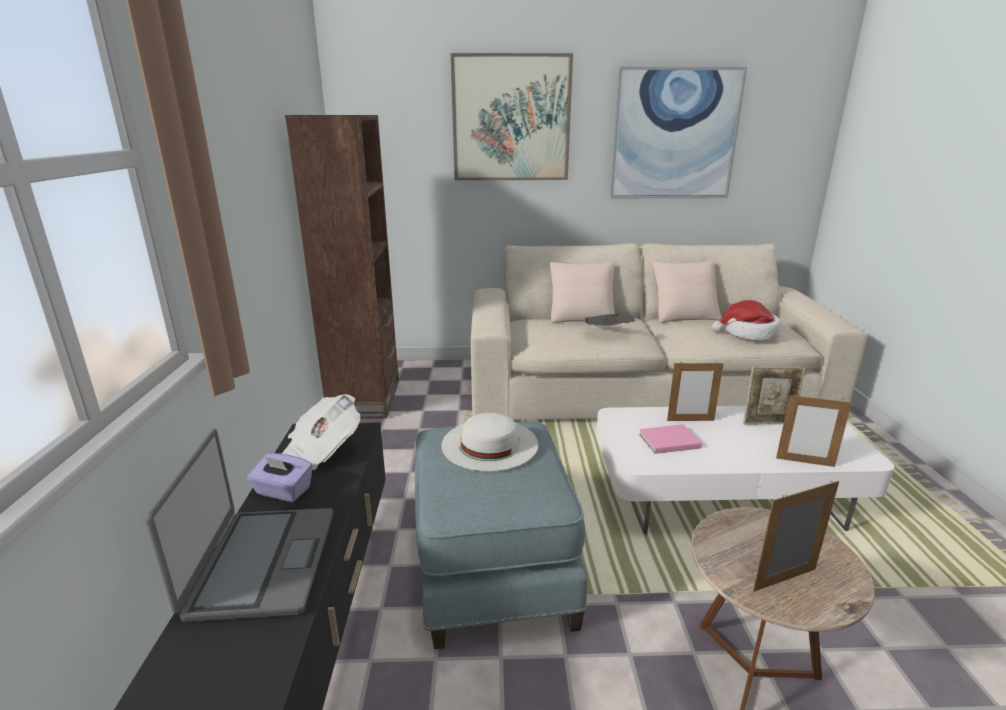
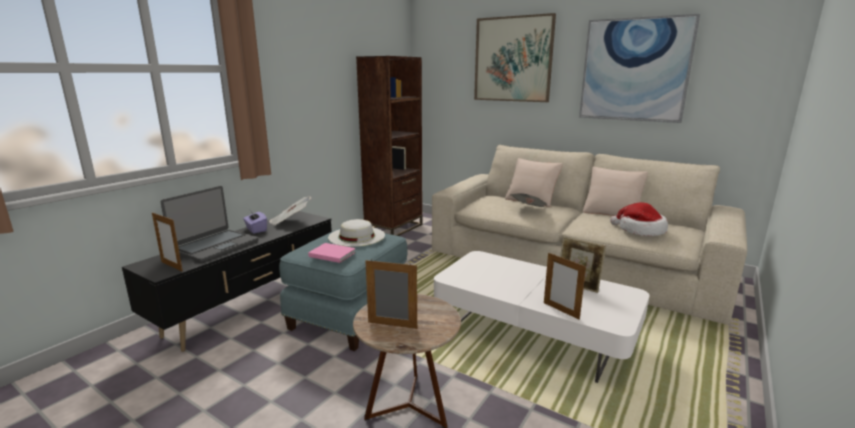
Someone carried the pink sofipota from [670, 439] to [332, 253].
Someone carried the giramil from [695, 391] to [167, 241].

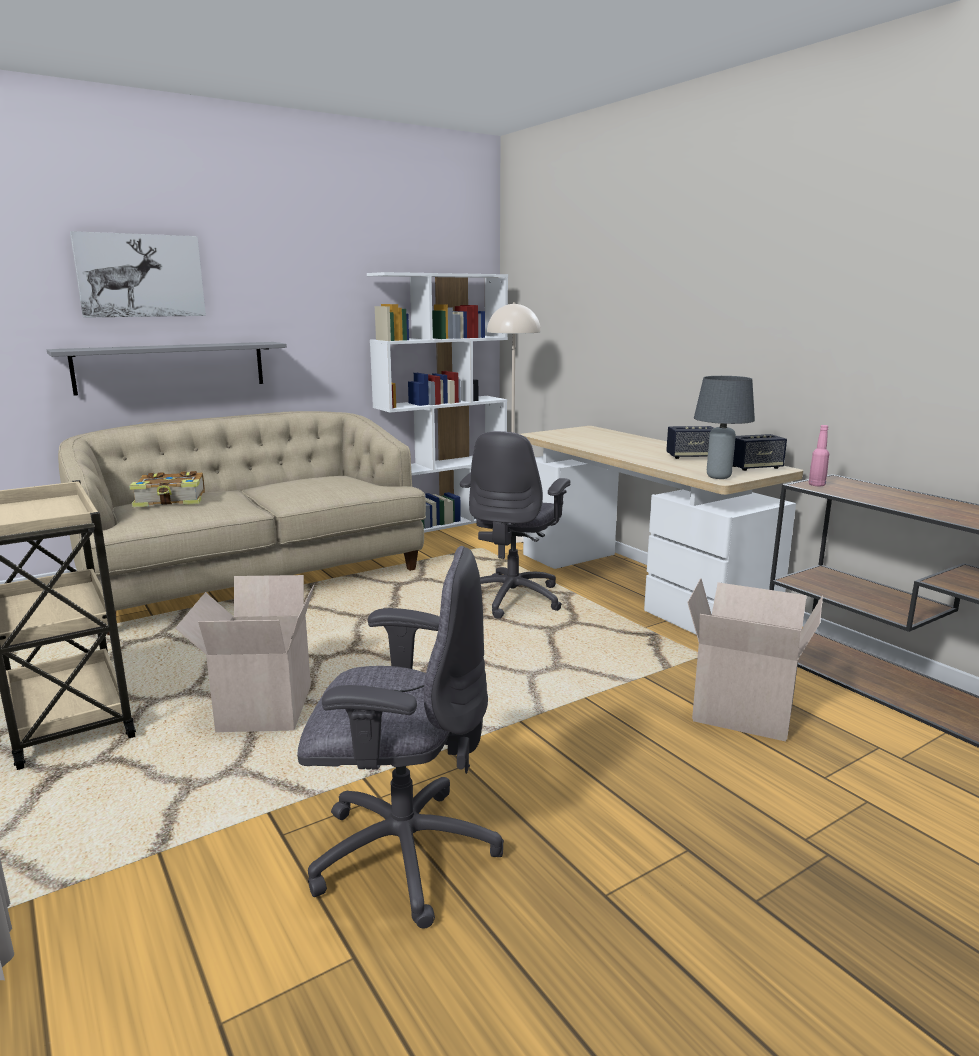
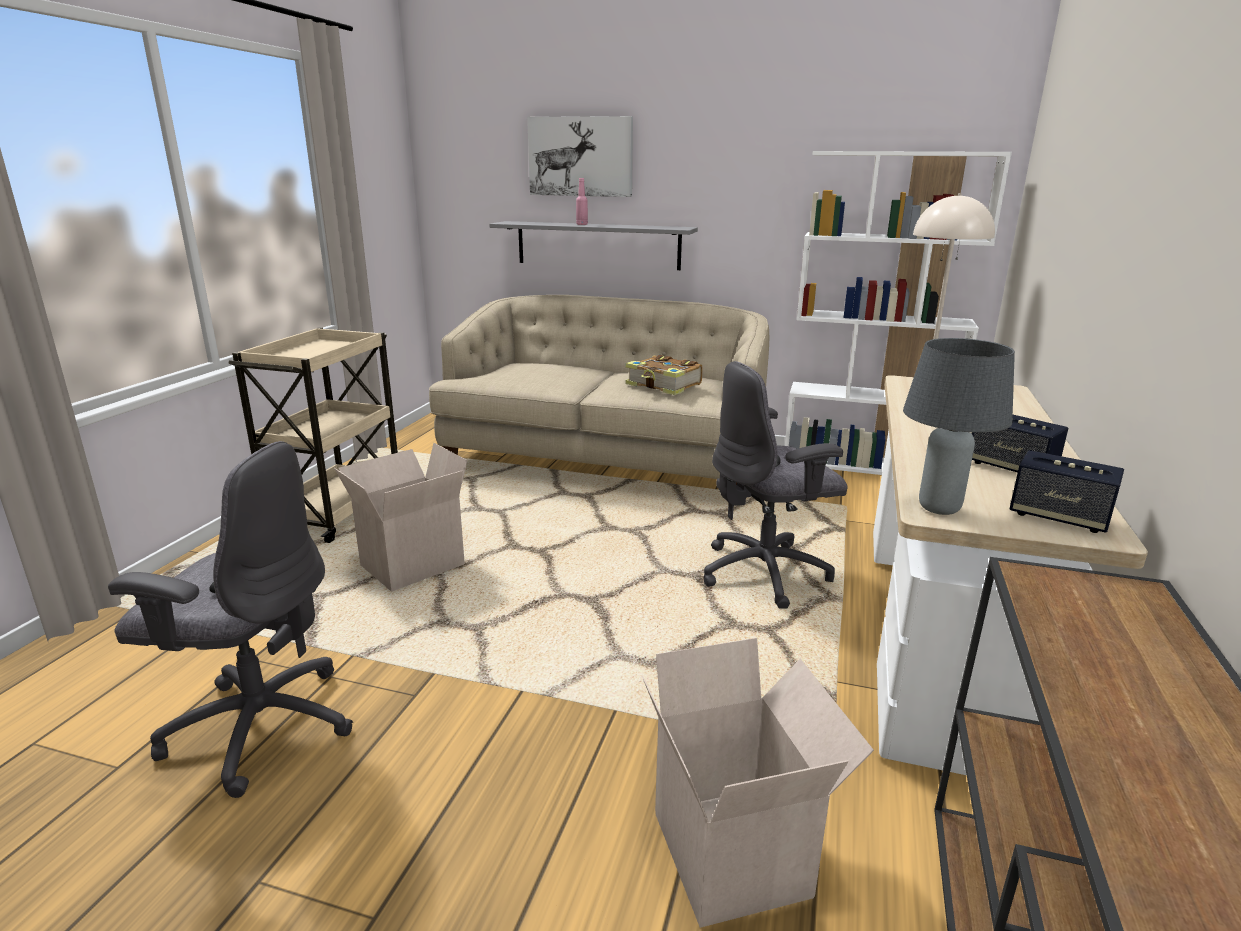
Someone carried the sofipota from [167, 489] to [664, 375].
Someone carried the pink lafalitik from [819, 455] to [582, 201].
Someone rotated the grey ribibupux at [400, 737] by 45 degrees counterclockwise.

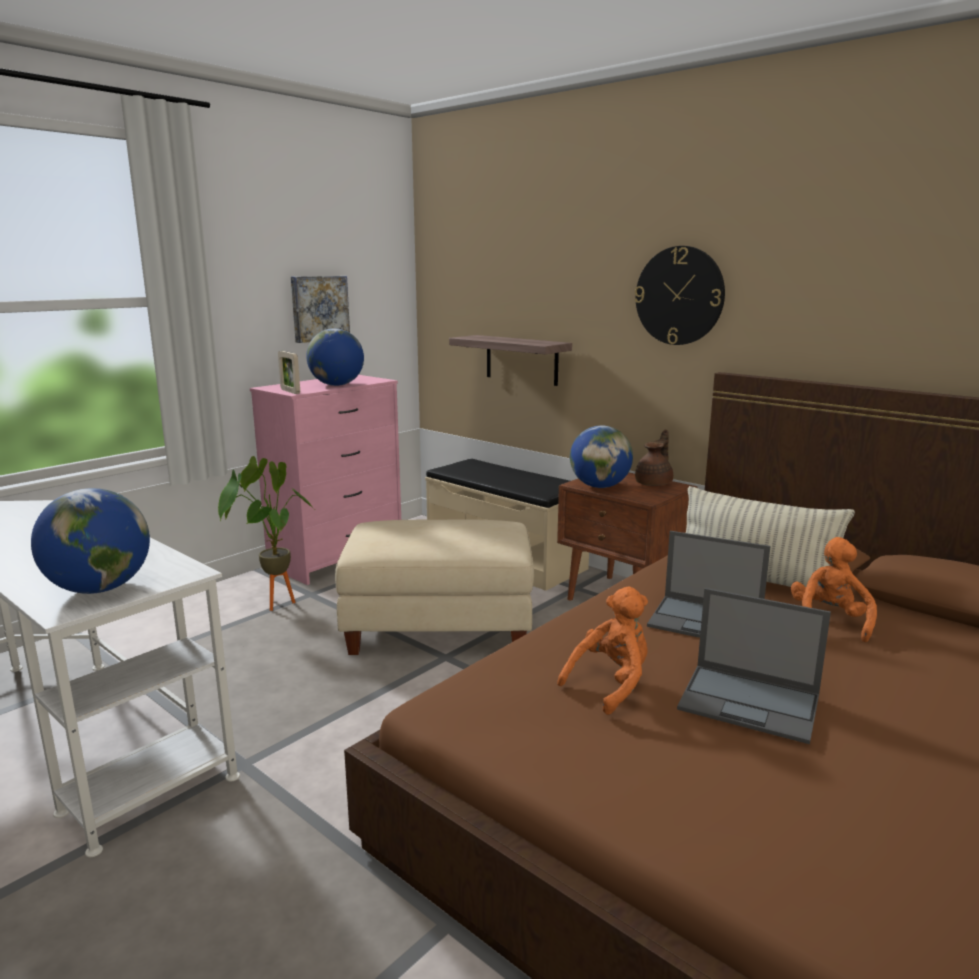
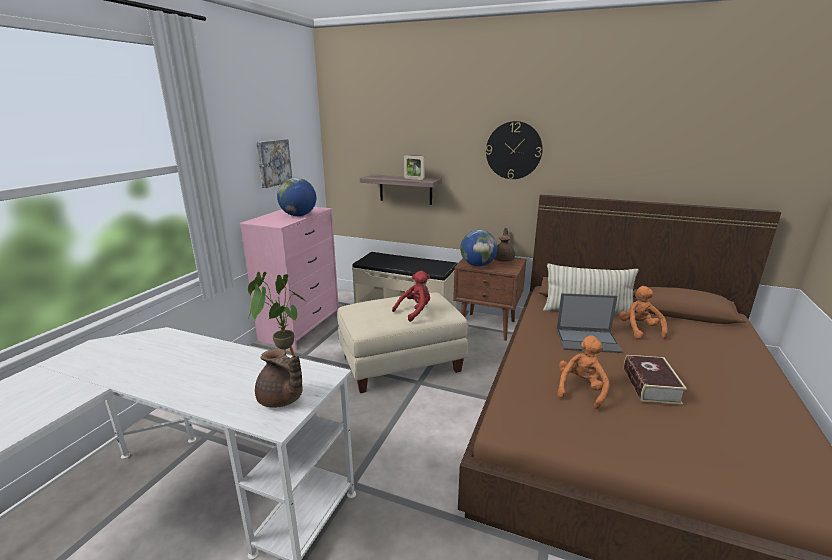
Someone put down the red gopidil at [411, 296].
Someone carried the giramil from [289, 372] to [414, 167].
Someone swapped the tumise at [90, 541] for the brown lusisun at [278, 378].
Someone swapped the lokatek at [754, 666] for the sofipota at [655, 380].

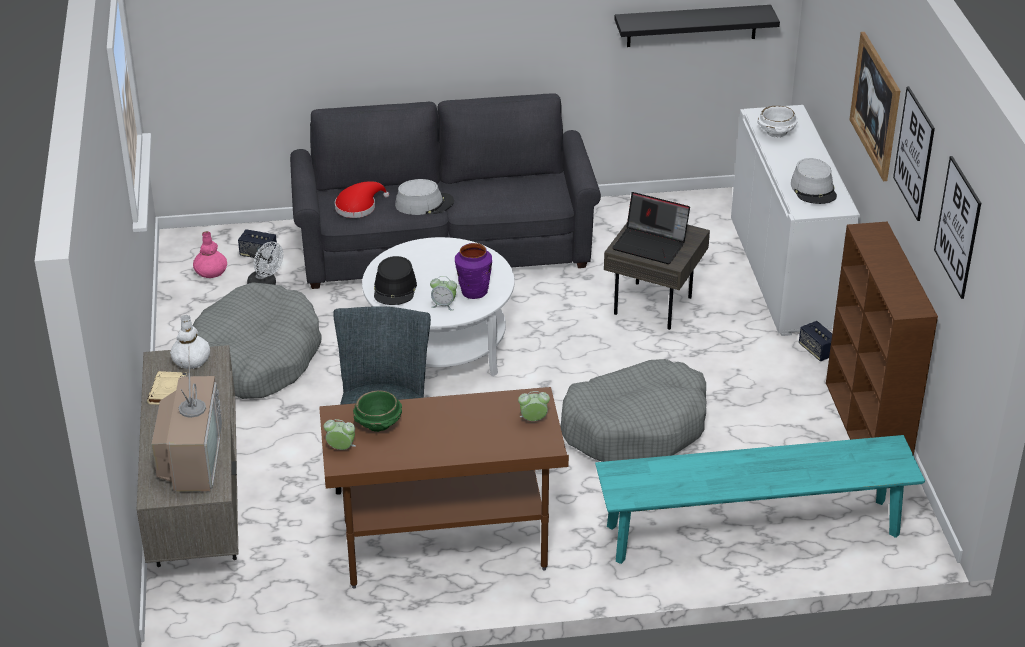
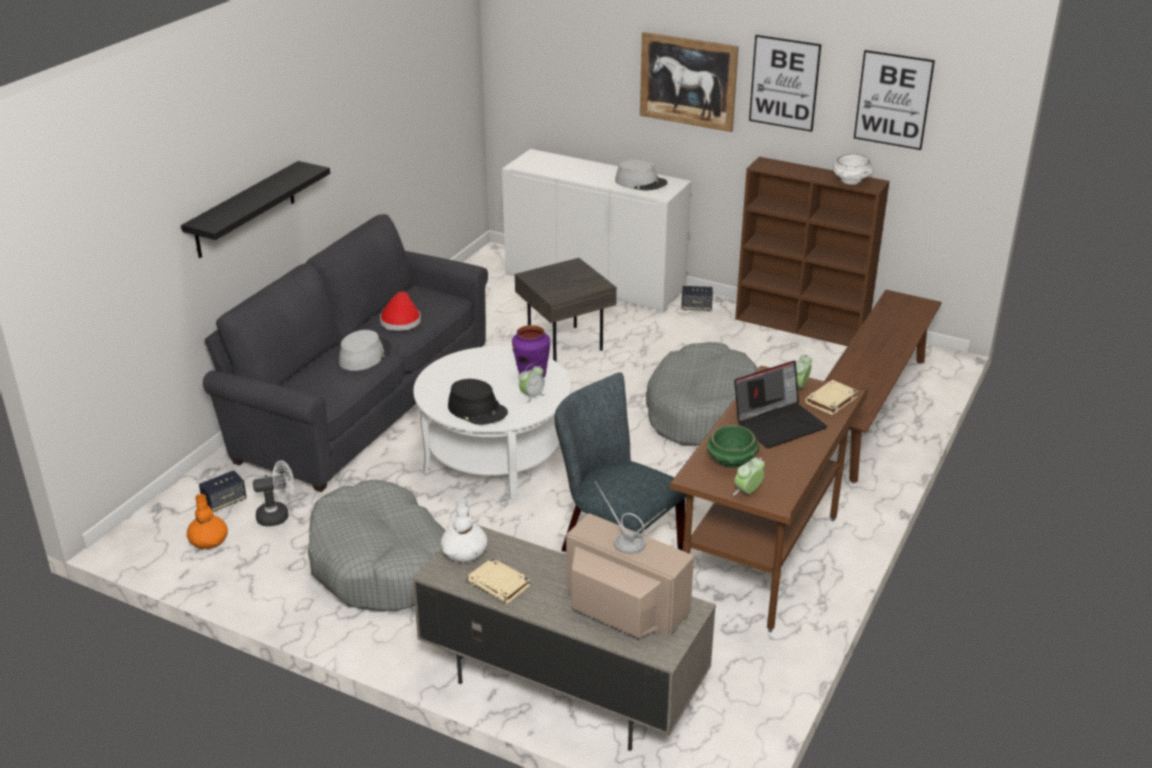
Someone put down the beige sofipota at [831, 397].
Someone carried the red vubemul from [362, 199] to [400, 311].
Someone carried the lokatek from [651, 228] to [780, 404].
Someone carried the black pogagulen from [697, 26] to [255, 209].
Someone carried the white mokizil from [777, 121] to [853, 169].
Someone repainted the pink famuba at [210, 255], which became the orange famuba at [207, 521].
Someone repainted the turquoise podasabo at [760, 499], which became the brown podasabo at [883, 386].

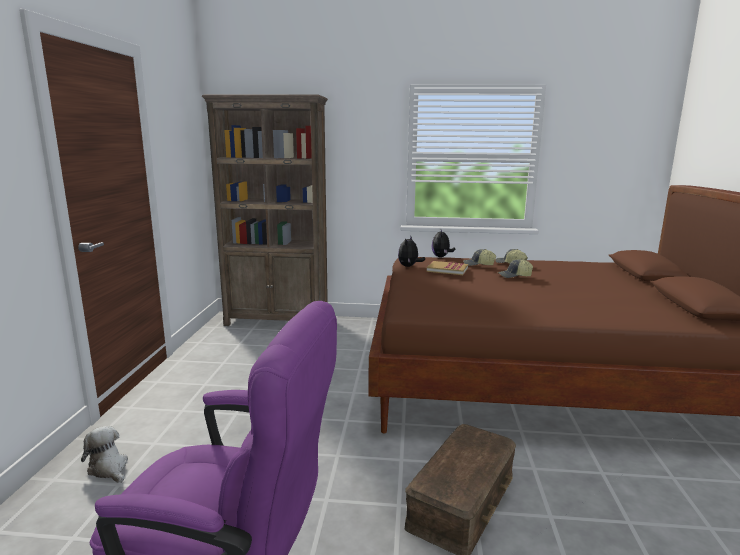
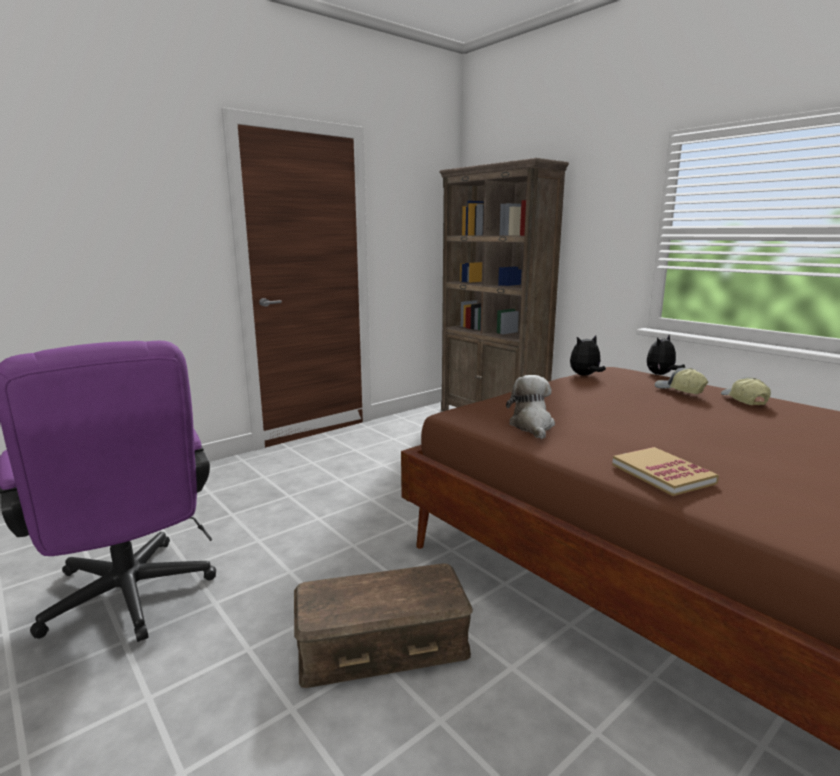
Someone took away the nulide at [515, 268].
Someone carried the gopidil from [104, 454] to [530, 407].
Someone carried the sofipota from [447, 268] to [665, 471].

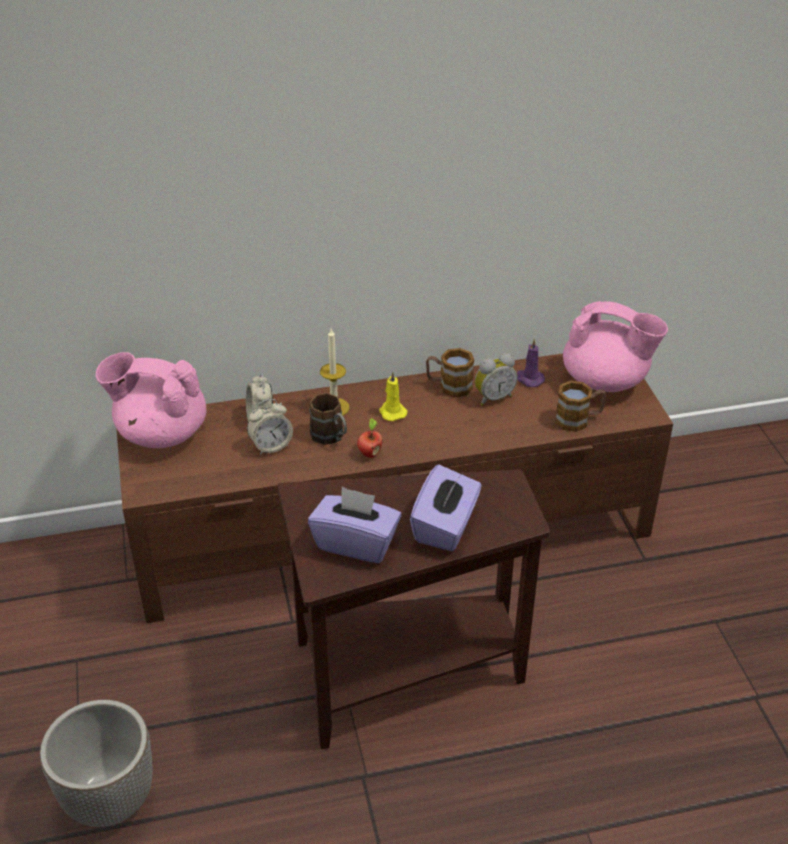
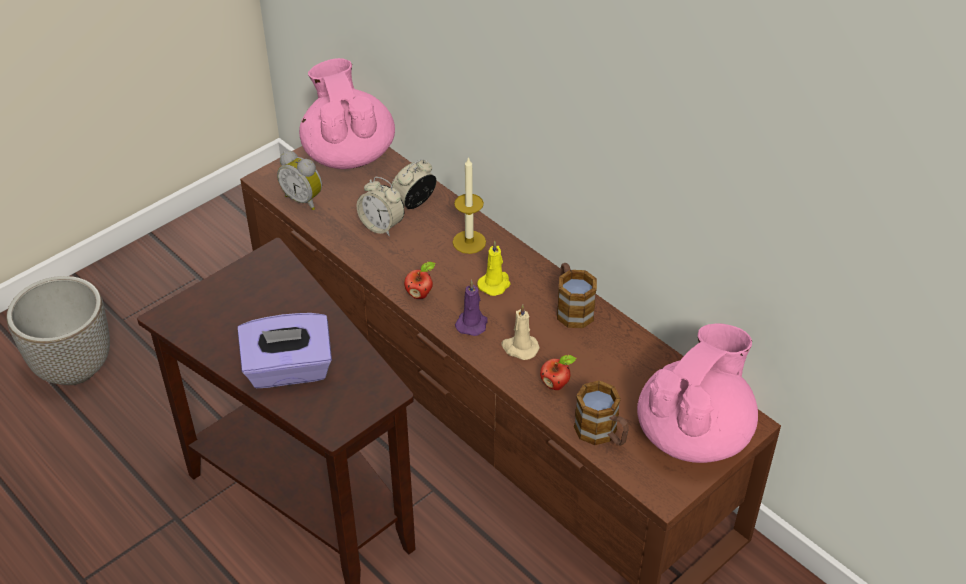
Someone took away the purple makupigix at [355, 525].
Someone took away the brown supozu at [328, 419].
Someone put down the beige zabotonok at [521, 332].
Someone put down the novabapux at [558, 372].
Someone carried the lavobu from [496, 379] to [299, 180].
Someone carried the purple zabotonok from [531, 363] to [471, 308].
Someone rotated the pink lusisun at [615, 346] by 135 degrees counterclockwise.

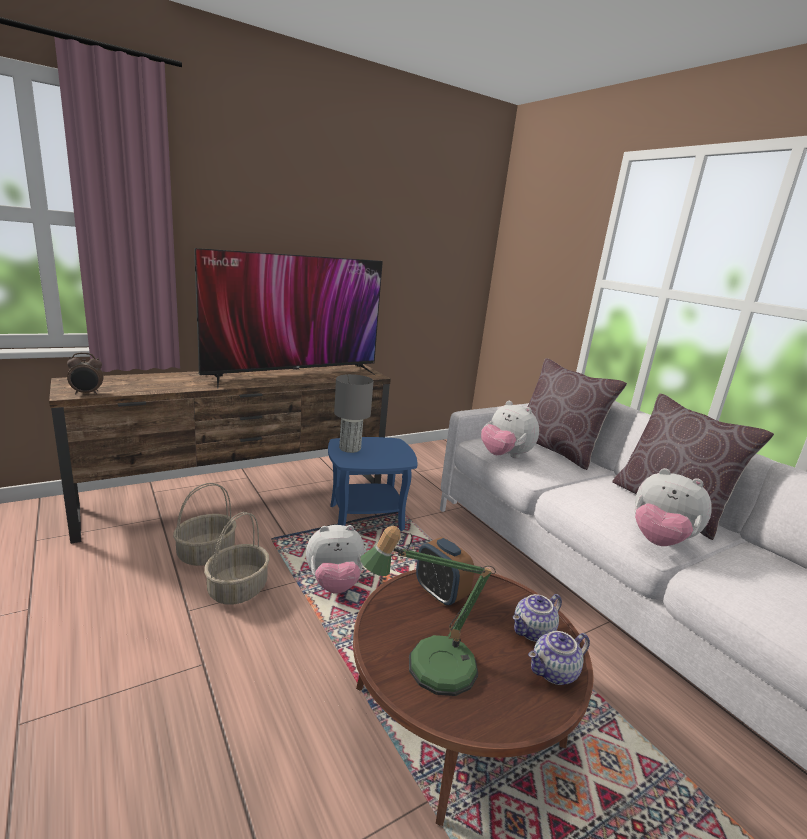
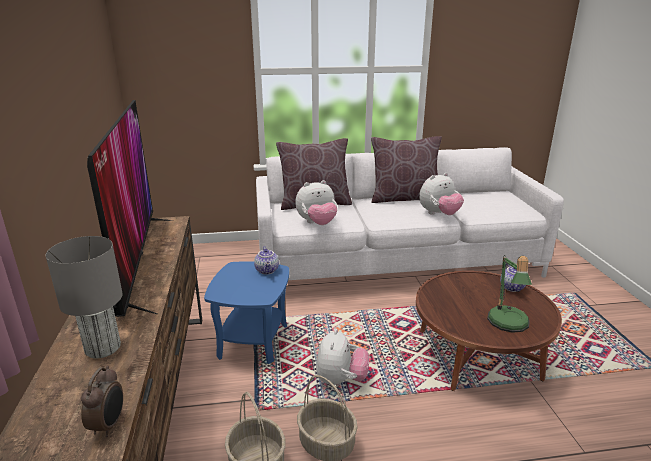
Someone took away the lavobu at [445, 571].
Someone carried the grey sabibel from [353, 413] to [84, 297].
Someone carried the lusisun from [537, 618] to [266, 260].

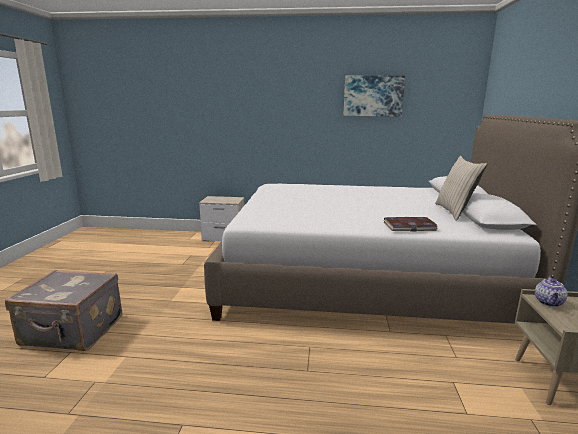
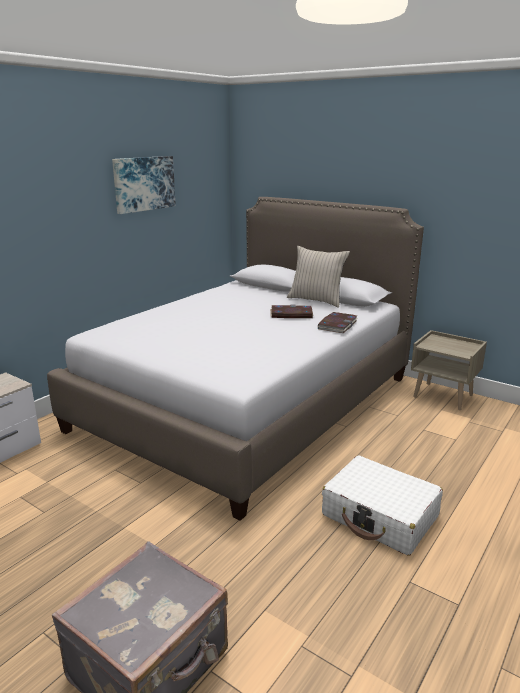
Someone took away the lusisun at [551, 291].
Someone put down the sofipota at [291, 311].
Someone put down the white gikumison at [382, 506].

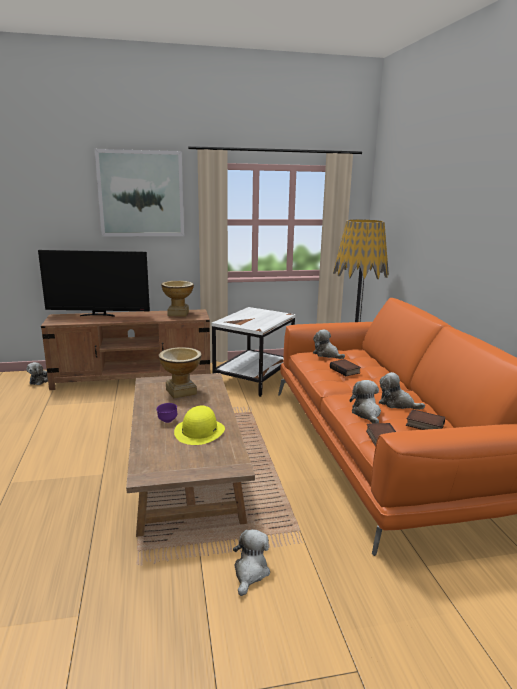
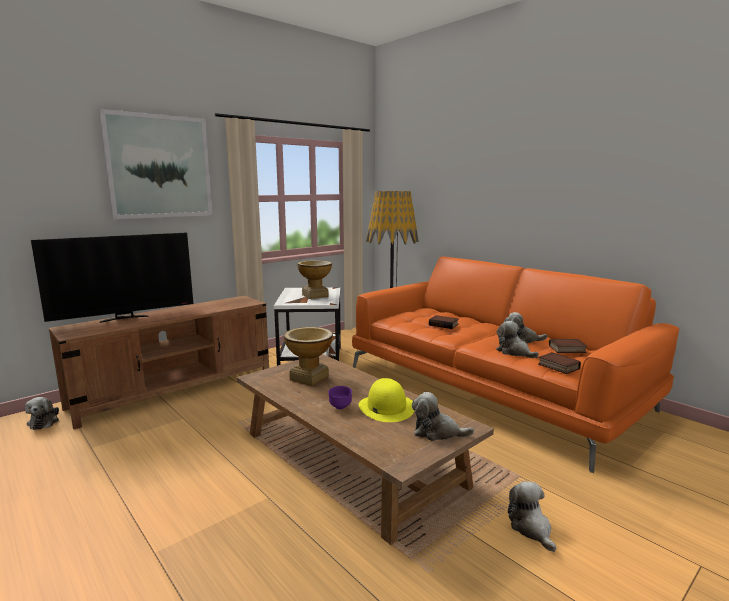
Someone carried the famuba from [177, 299] to [314, 279].
Someone carried the gopidil from [329, 344] to [443, 416].

